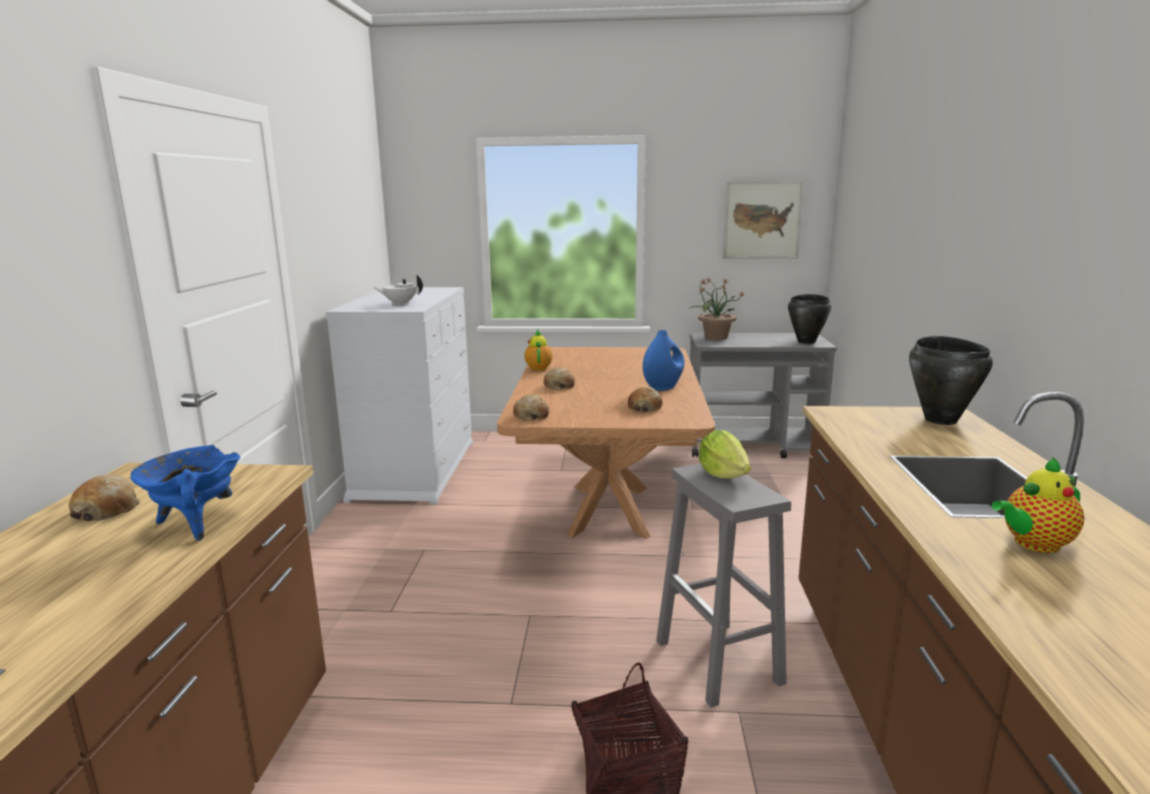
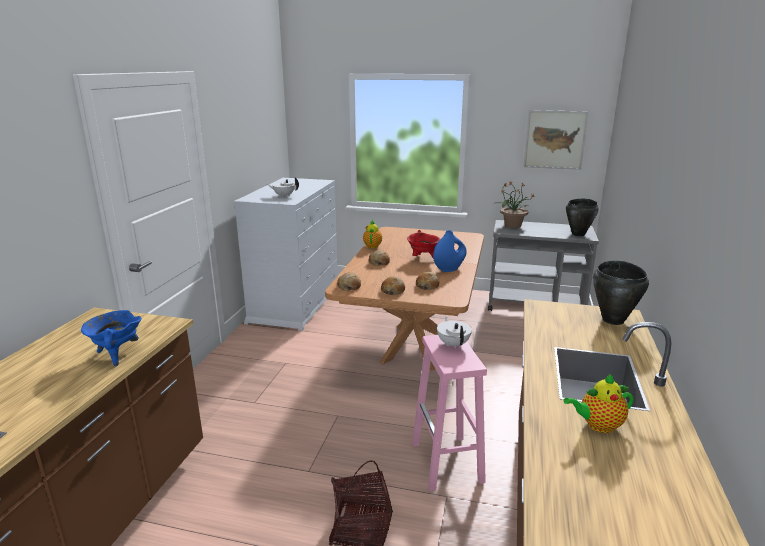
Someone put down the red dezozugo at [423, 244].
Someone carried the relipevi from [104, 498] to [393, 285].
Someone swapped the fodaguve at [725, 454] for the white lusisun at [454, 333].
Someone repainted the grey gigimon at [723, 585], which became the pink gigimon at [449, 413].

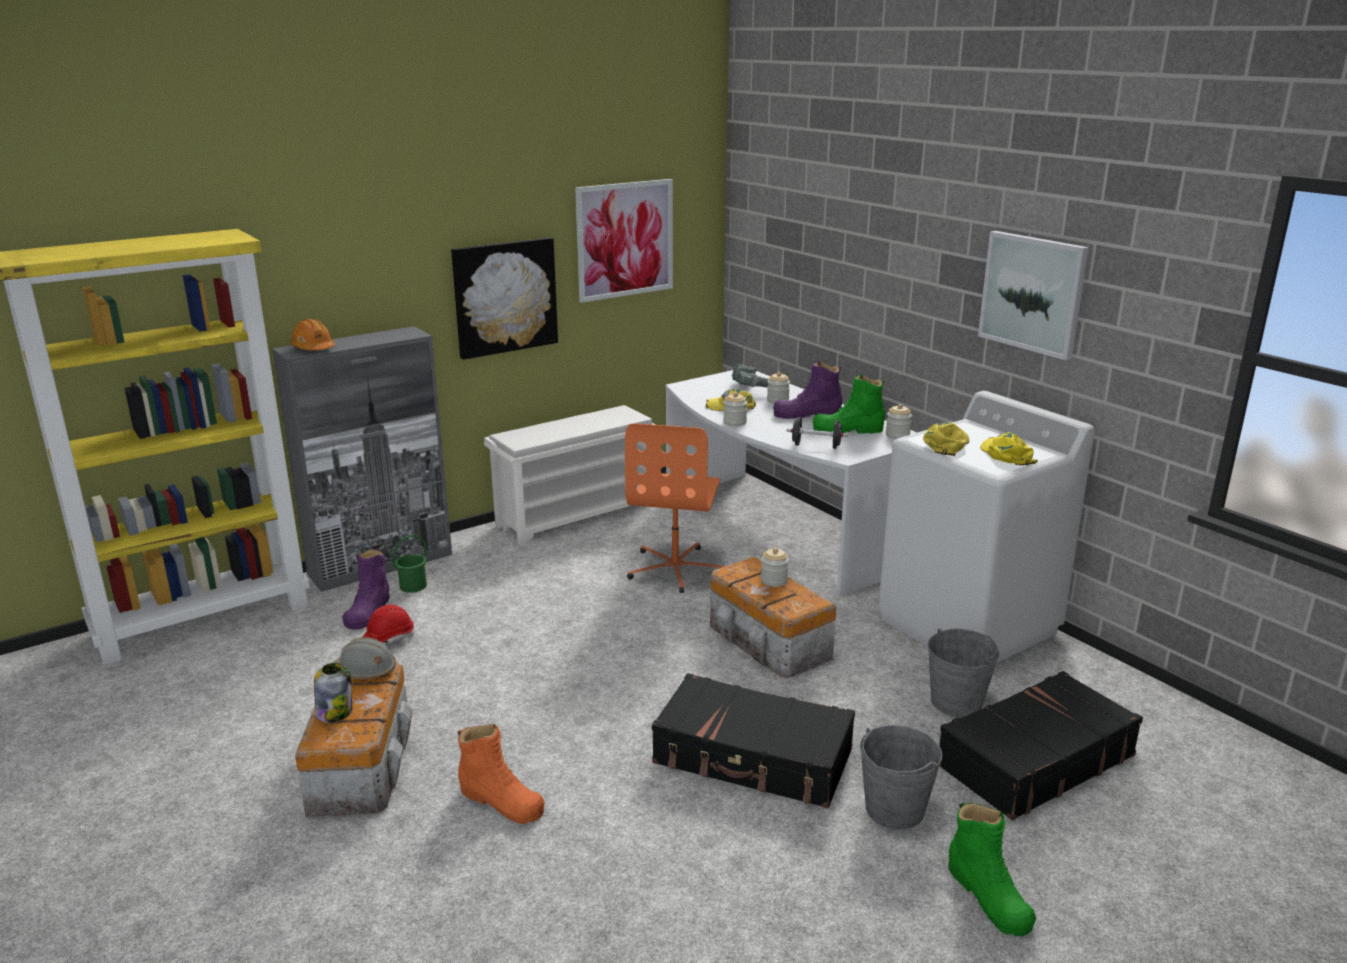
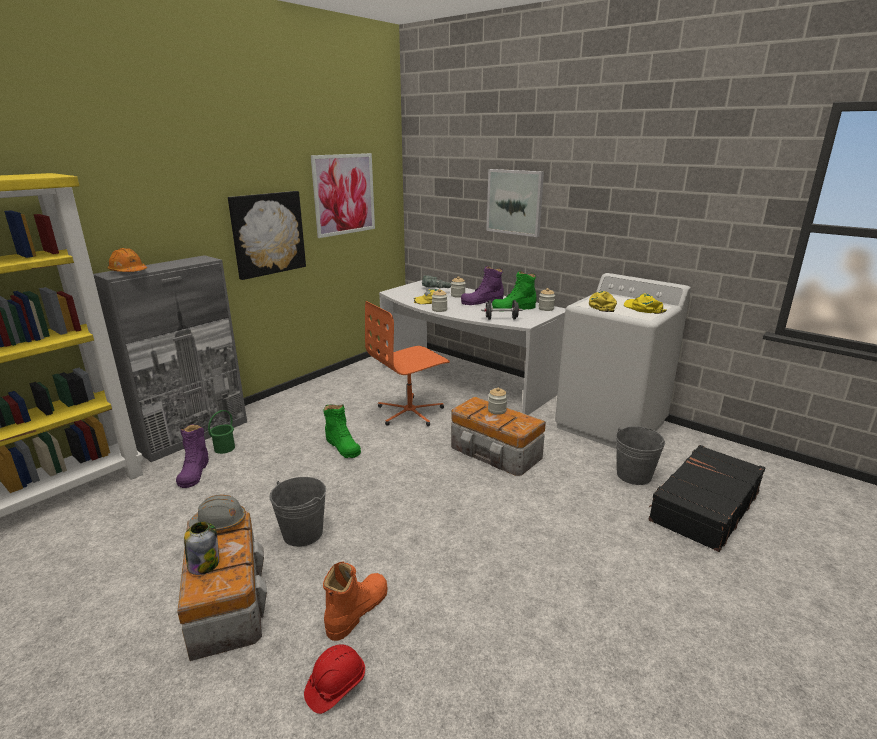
Someone took away the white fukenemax at [569, 475].
Someone took away the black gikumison at [753, 740].
Someone carried the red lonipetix from [389, 624] to [334, 679].
Someone carried the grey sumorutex from [901, 777] to [298, 512].
Someone carried the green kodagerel from [992, 869] to [342, 431].
Someone carried the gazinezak from [1033, 295] to [515, 203].
Someone rotated the orange kodagerel at [501, 774] by 75 degrees counterclockwise.
Someone rotated the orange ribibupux at [675, 508] by 60 degrees clockwise.

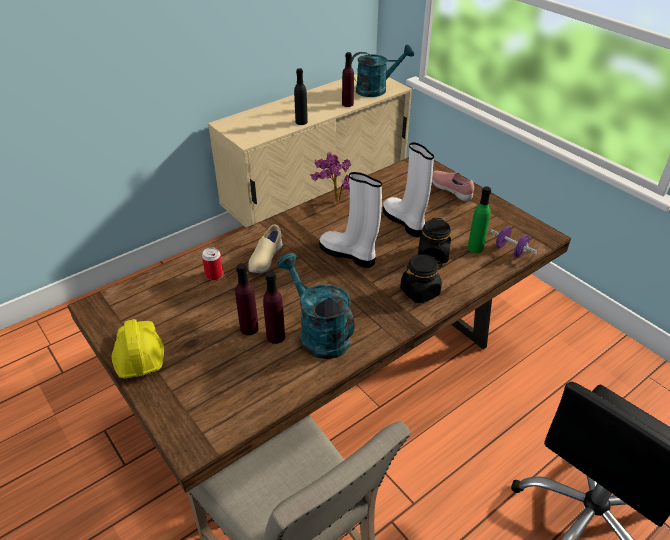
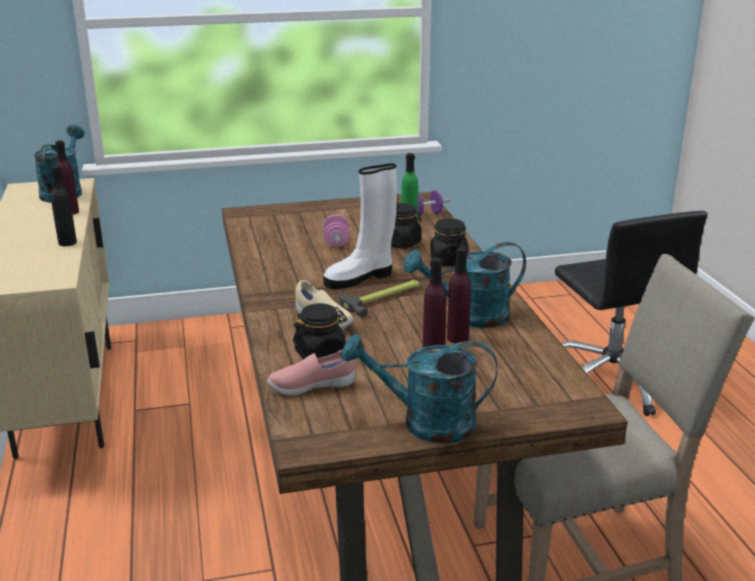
Someone took away the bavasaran at [330, 177].
Someone put down the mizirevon at [379, 299].
Someone carried the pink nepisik from [453, 186] to [311, 372].
Someone swapped the yellow lonipetix at [138, 348] for the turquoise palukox at [419, 388].
Someone swapped the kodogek at [213, 264] for the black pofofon at [320, 331].
Someone swapped the white kodagerel at [408, 189] for the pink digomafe at [336, 231].

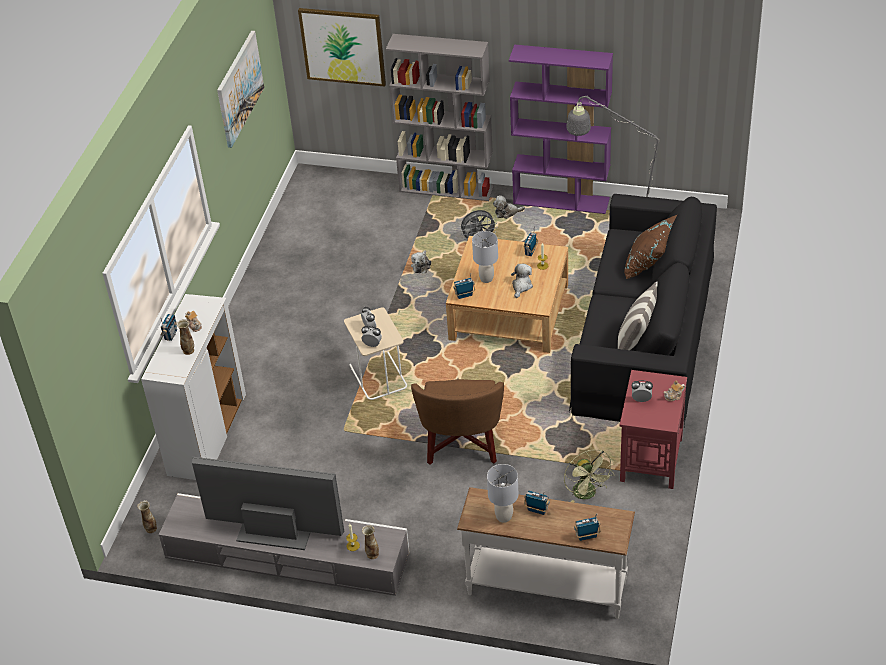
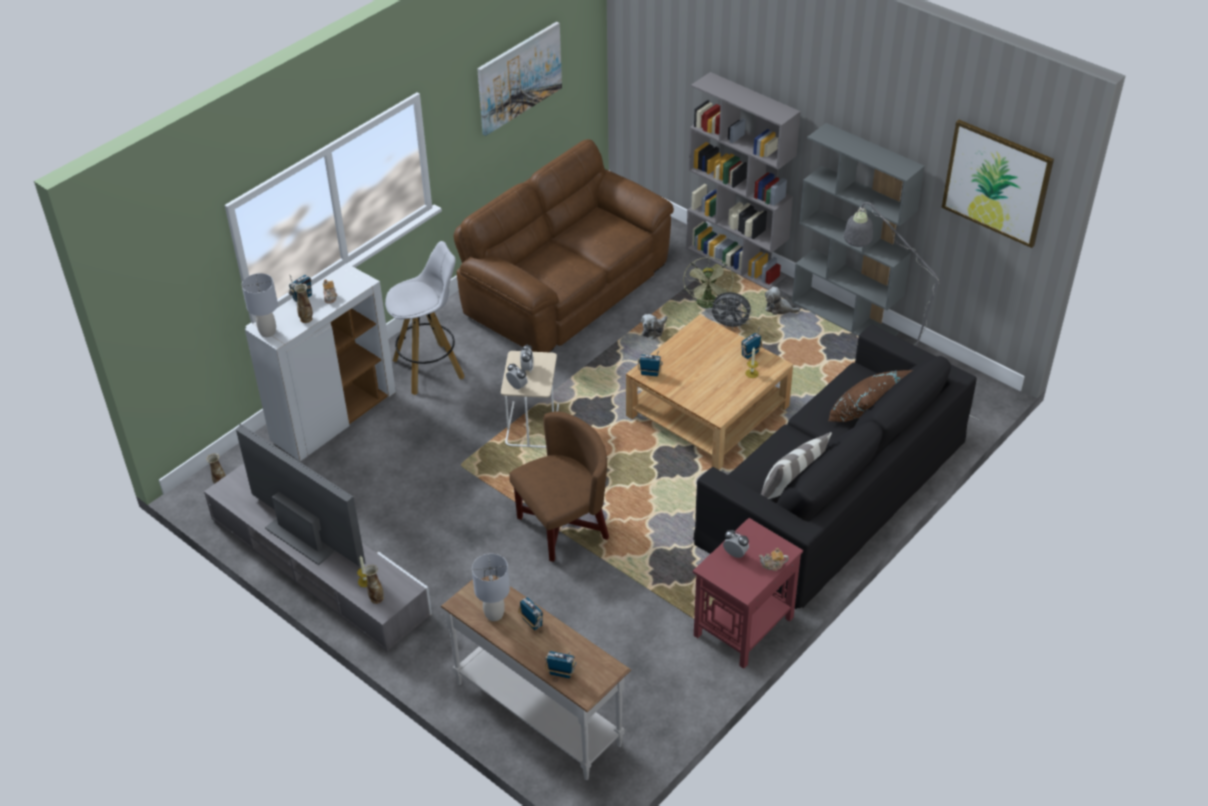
Someone took away the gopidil at [522, 281].
Someone put down the white gigimon at [424, 318].
Someone put down the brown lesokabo at [564, 245].
Someone carried the gazinezak from [342, 47] to [998, 184].
Someone carried the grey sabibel from [485, 257] to [260, 305].
Someone carried the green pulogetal from [589, 476] to [708, 282].
Someone repainted the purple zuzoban at [561, 129], which became the grey zuzoban at [858, 229].
Someone rotated the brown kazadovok at [457, 422] by 150 degrees counterclockwise.

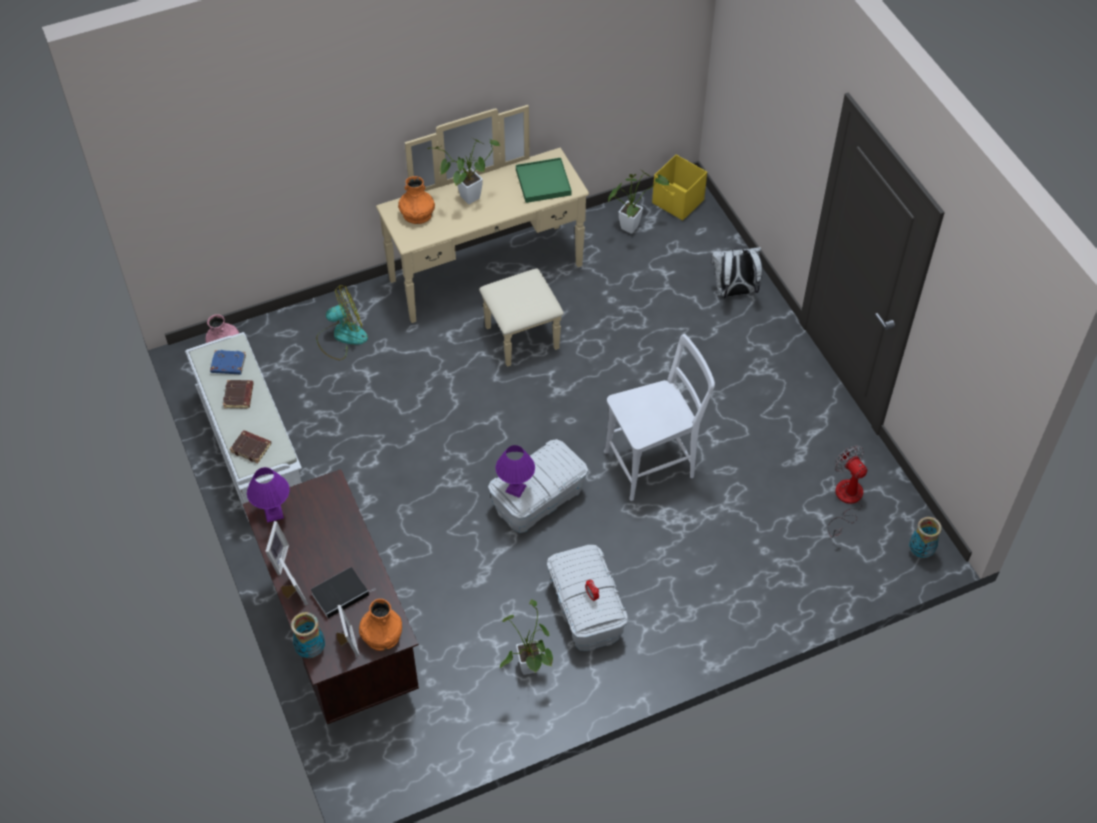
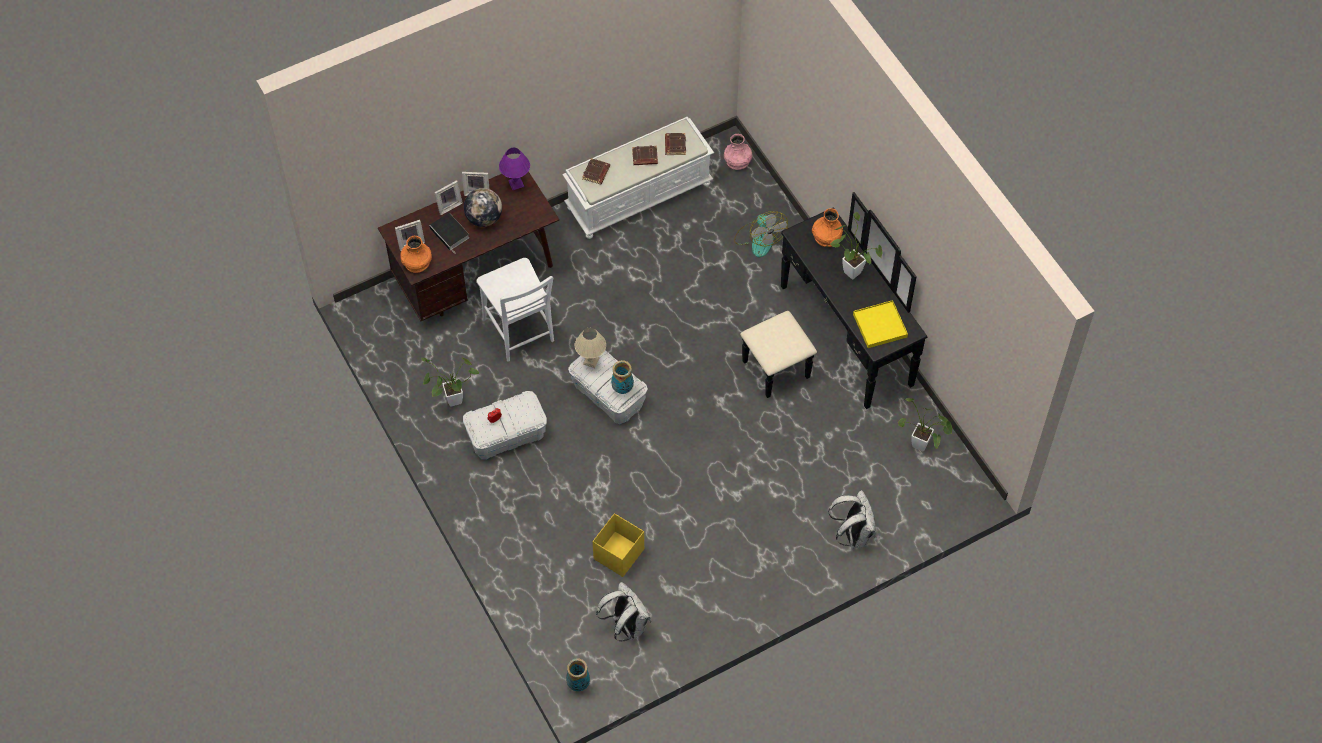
Someone put down the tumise at [483, 207].
Someone carried the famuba from [308, 635] to [622, 377].
Someone carried the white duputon from [659, 417] to [515, 310].
Someone carried the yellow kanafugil from [679, 187] to [618, 545].
Someone swapped the pulogetal at [847, 491] for the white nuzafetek at [623, 612].
Someone repainted the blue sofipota at [228, 362], which became the brown sofipota at [675, 144].
Someone repainted the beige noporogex at [482, 236], which became the black noporogex at [833, 300].
Someone repainted the purple sabibel at [515, 471], which became the beige sabibel at [590, 348].
Someone repainted the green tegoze at [544, 180], which became the yellow tegoze at [880, 324].

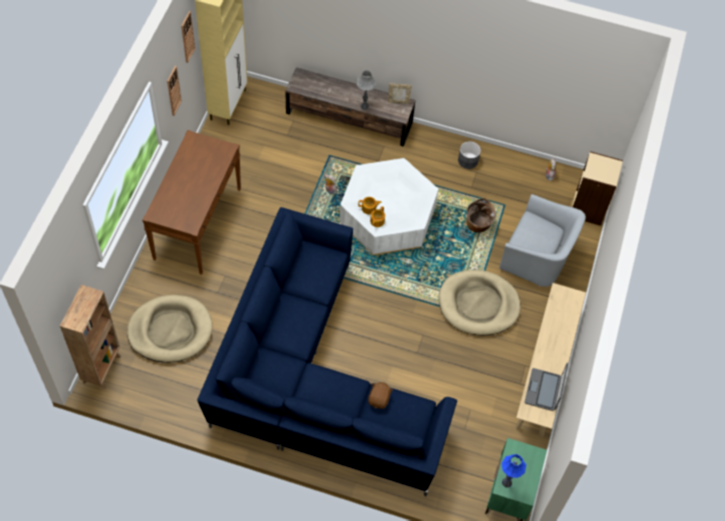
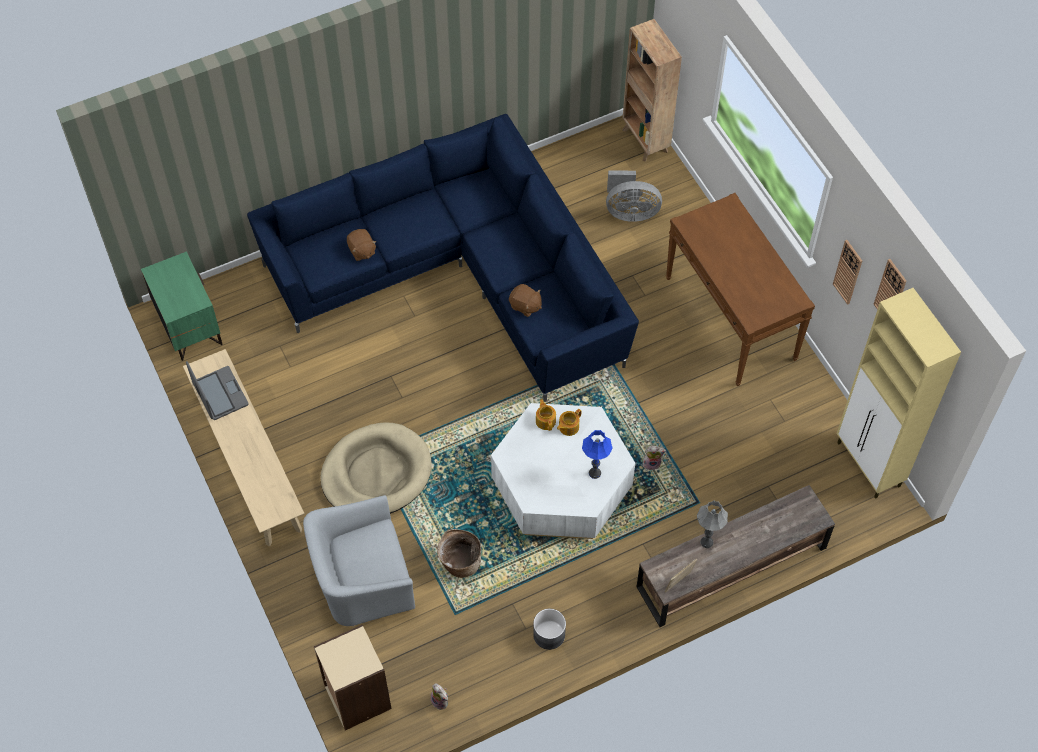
Someone put down the brown gopidil at [525, 300].
Someone carried the blue sabibel from [514, 471] to [597, 454].
Someone swapped the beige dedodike at [170, 329] for the grey pulogetal at [634, 196].

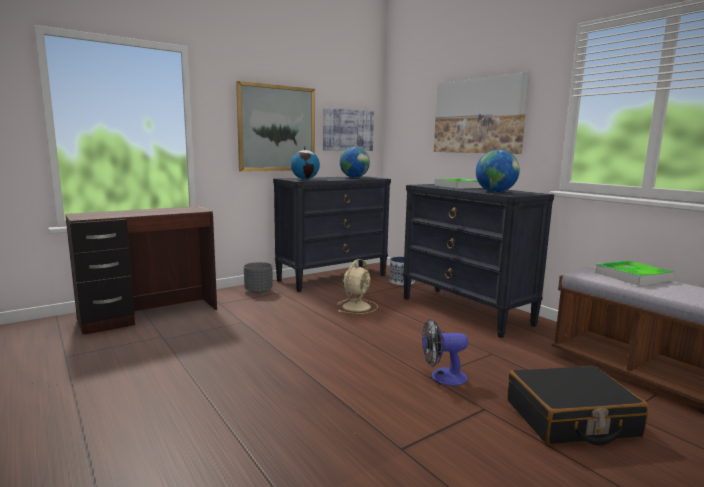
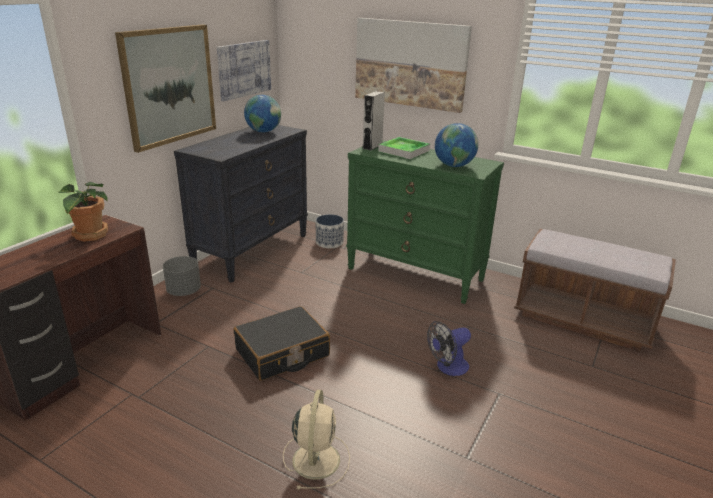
Someone took away the tumise at [305, 162].
Someone took away the tegoze at [634, 273].
Someone put down the bavasaran at [83, 212].
Someone put down the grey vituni at [374, 120].
Someone carried the beige pulogetal from [357, 286] to [316, 439].
Someone carried the black gikumison from [577, 406] to [282, 343].
Someone repainted the black noporogex at [478, 261], which became the green noporogex at [425, 222].

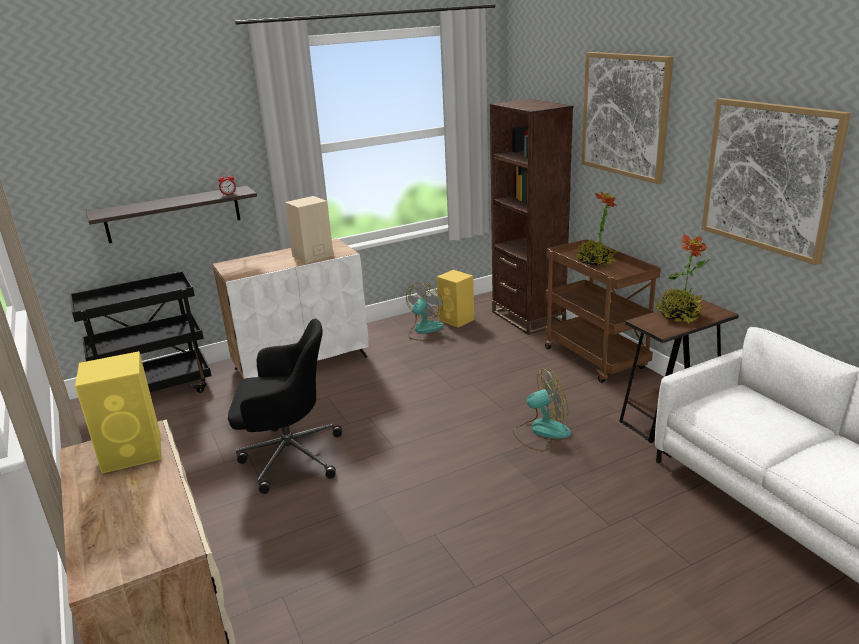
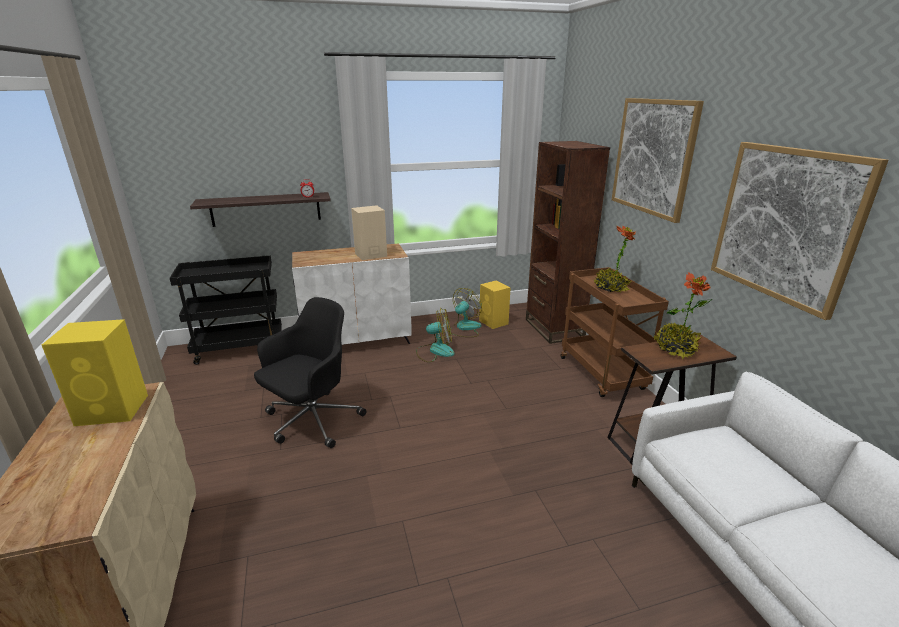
Someone carried the pulogetal from [542, 410] to [435, 335].
Someone rotated the black ribibupux at [285, 406] by 60 degrees counterclockwise.

